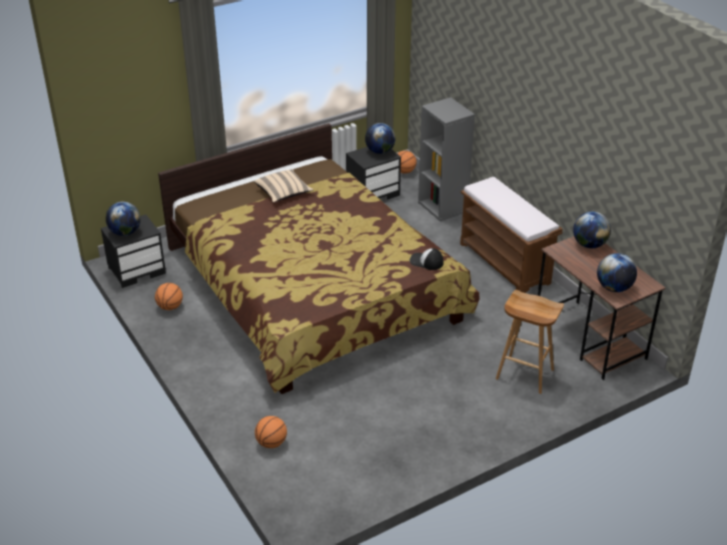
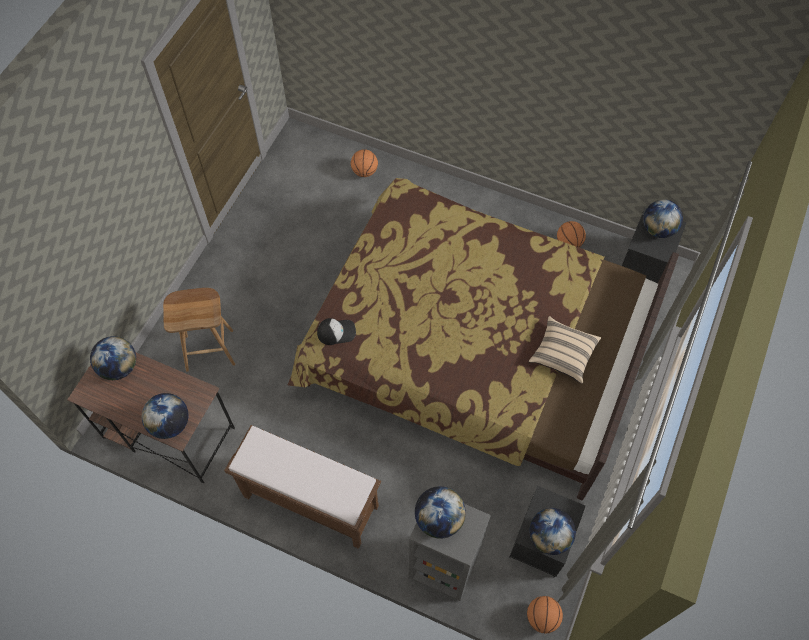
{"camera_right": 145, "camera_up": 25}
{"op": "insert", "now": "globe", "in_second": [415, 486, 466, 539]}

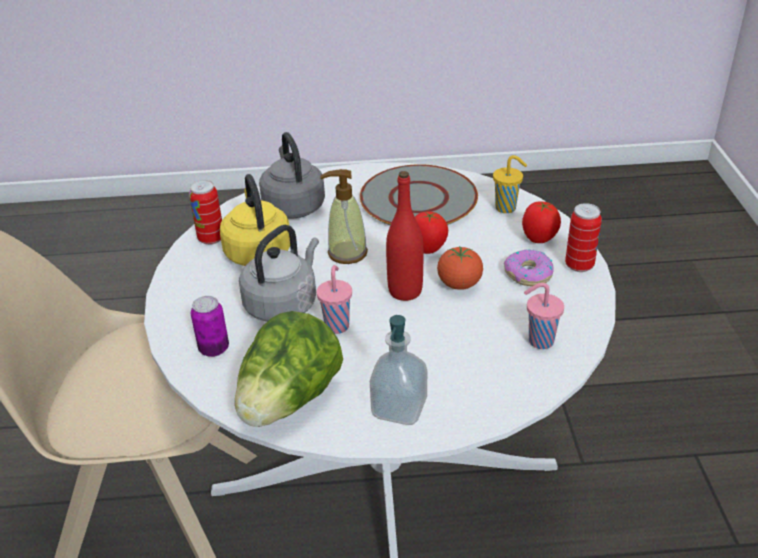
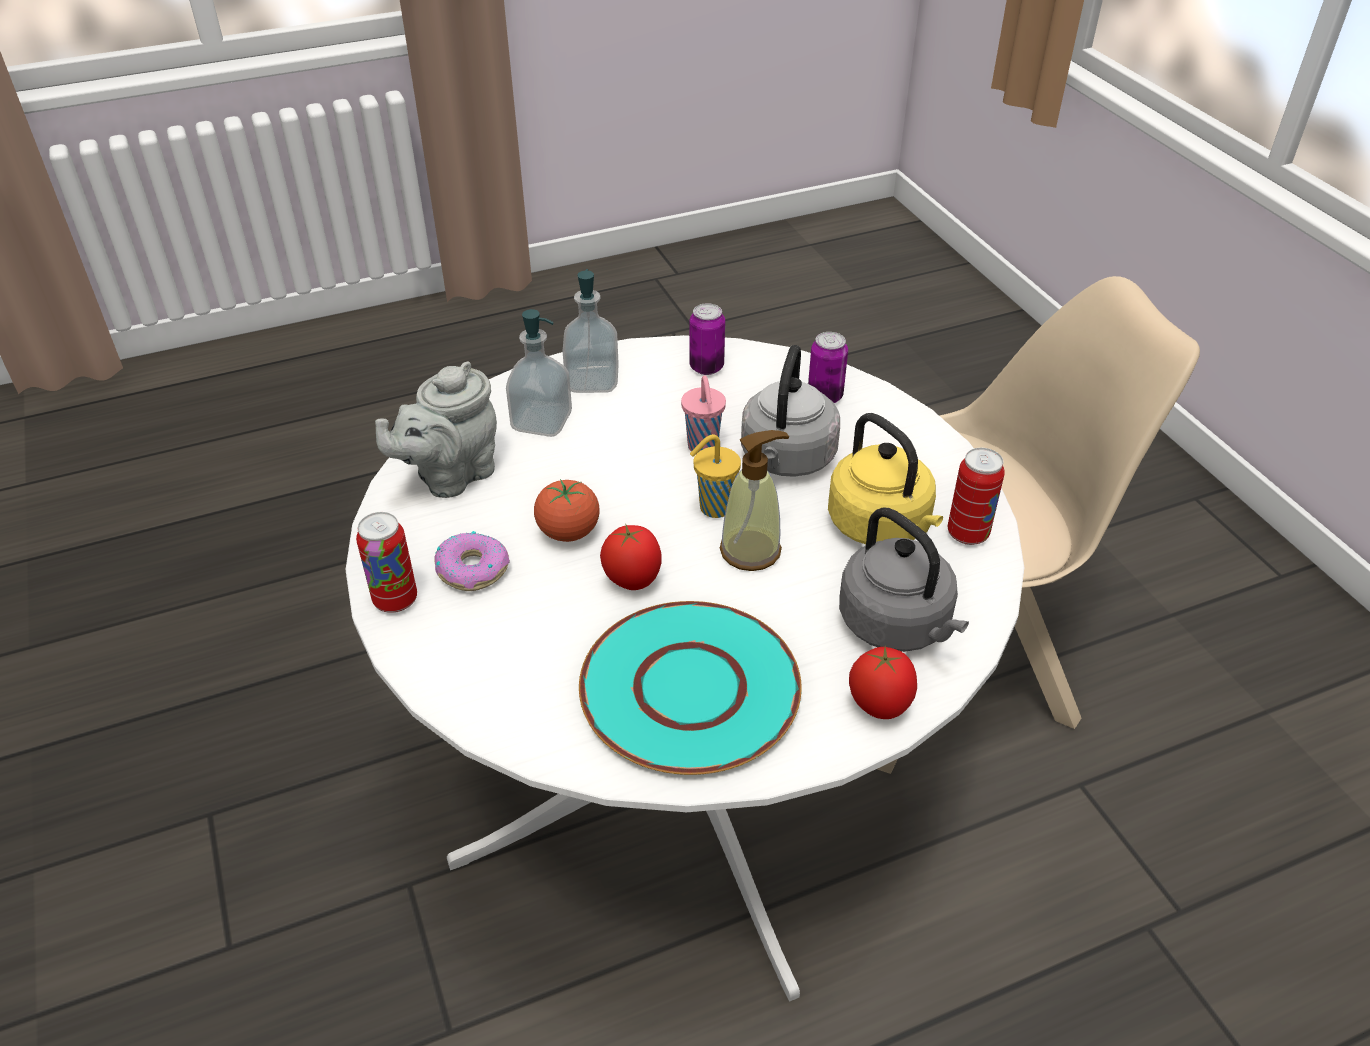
{"camera_right": 160, "camera_up": 5}
{"op": "replace", "was": "pink cup", "now": "grey teapot", "in_first": [524, 283, 564, 349], "in_second": [375, 361, 497, 498]}
{"op": "insert", "now": "soap dispenser", "in_second": [506, 309, 572, 437]}
{"op": "recolor", "was": "grey plate", "now": "turquoise plate", "in_first": [360, 164, 478, 225], "in_second": [579, 601, 802, 775]}
{"op": "replace", "was": "lettuce", "now": "can", "in_first": [235, 311, 343, 427], "in_second": [689, 303, 725, 375]}
{"op": "move", "was": "yellow cup", "in_first": [493, 155, 527, 213], "in_second": [690, 434, 741, 518]}
{"op": "move", "was": "tomato", "in_first": [522, 201, 561, 243], "in_second": [849, 647, 917, 719]}
{"op": "delete", "was": "red bottle", "in_first": [386, 171, 423, 301]}

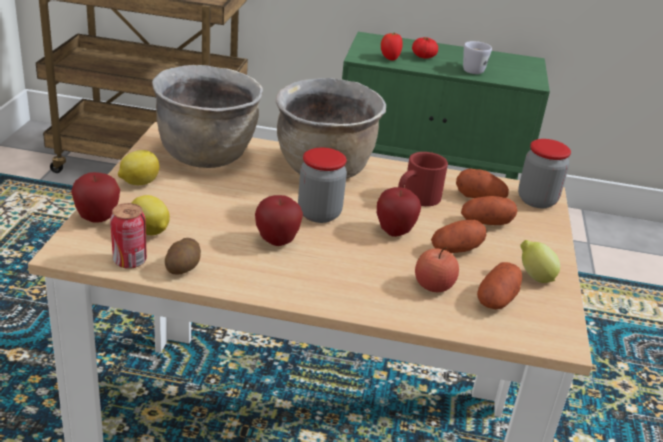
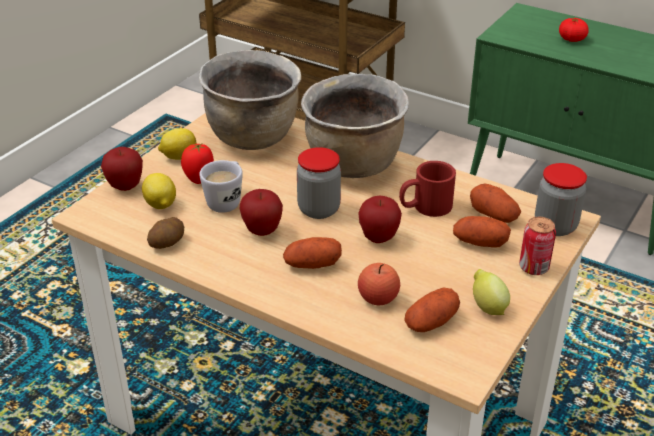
{"camera_right": 25, "camera_up": 5}
{"op": "move", "was": "tomato", "in_first": [381, 33, 403, 61], "in_second": [181, 143, 214, 184]}
{"op": "move", "was": "white mug", "in_first": [463, 41, 492, 74], "in_second": [199, 160, 243, 213]}
{"op": "move", "was": "potato", "in_first": [431, 220, 486, 253], "in_second": [283, 237, 342, 269]}
{"op": "move", "was": "can", "in_first": [110, 203, 147, 269], "in_second": [519, 217, 556, 275]}

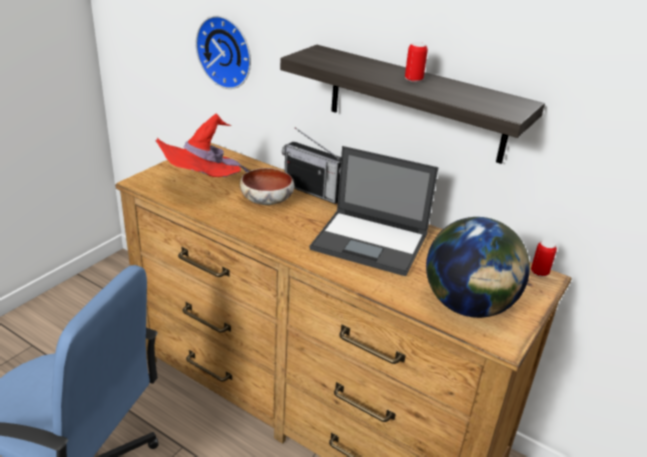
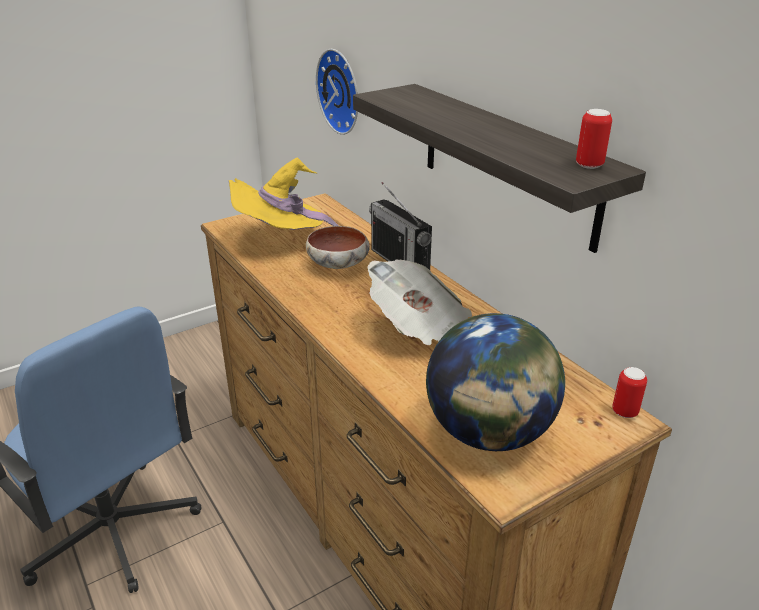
{"camera_right": 25, "camera_up": 0}
{"op": "recolor", "was": "red hat", "now": "yellow hat", "in_first": [155, 114, 249, 177], "in_second": [228, 157, 339, 230]}
{"op": "replace", "was": "laptop", "now": "newspaper", "in_first": [309, 146, 439, 276], "in_second": [367, 259, 472, 345]}
{"op": "move", "was": "can", "in_first": [405, 42, 428, 82], "in_second": [576, 109, 612, 169]}

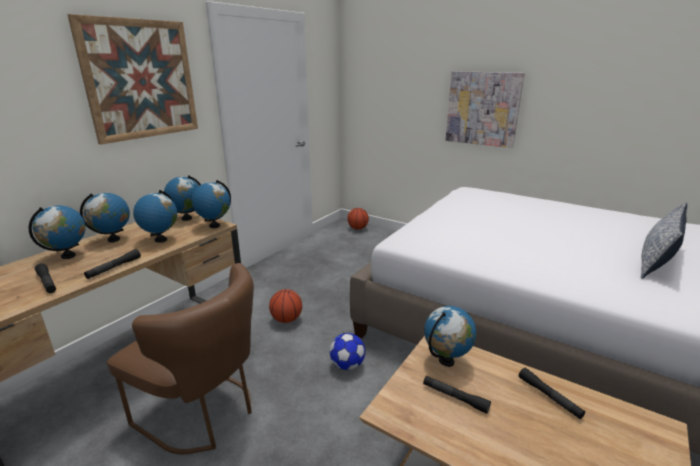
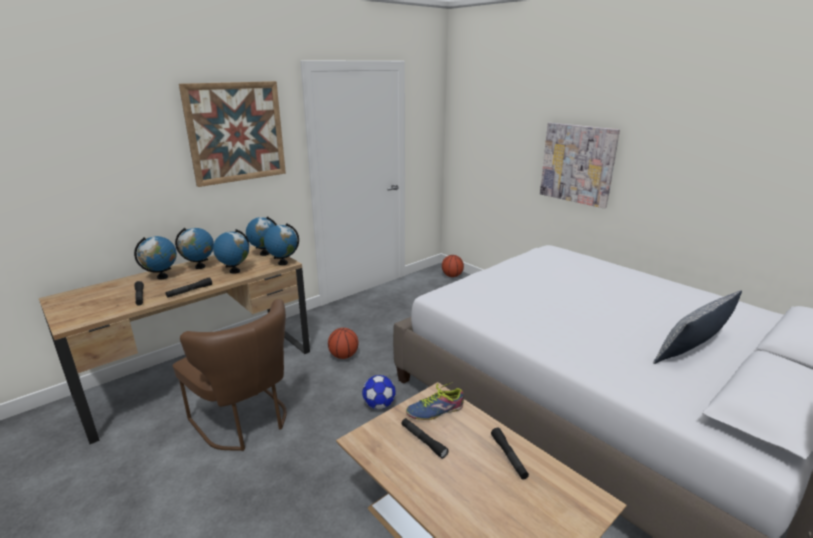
{"camera_right": 15, "camera_up": 0}
{"op": "replace", "was": "globe", "now": "shoe", "in_first": [424, 306, 476, 367], "in_second": [406, 382, 464, 420]}

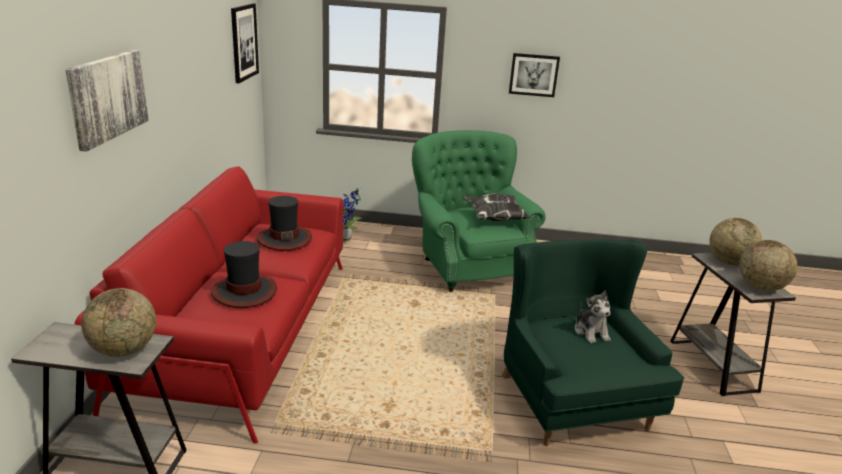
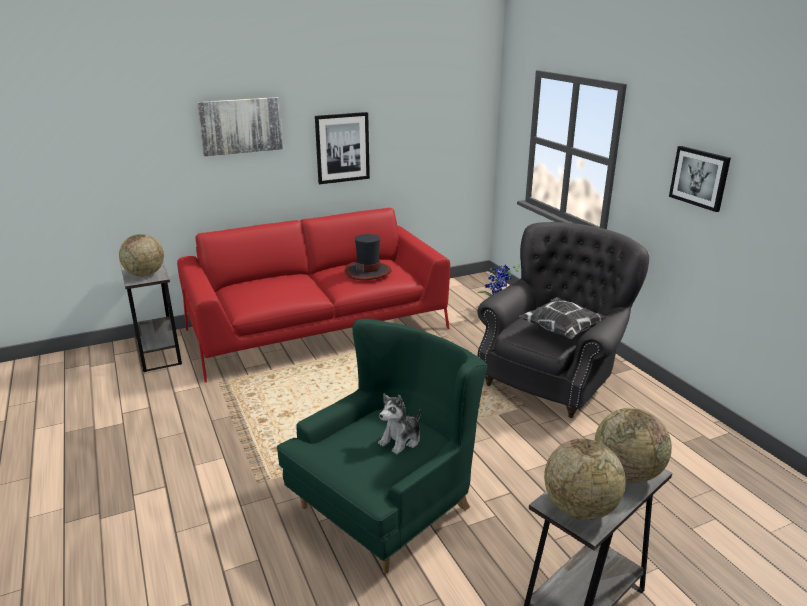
{"camera_right": 60, "camera_up": 0}
{"op": "move", "was": "picture", "in_first": [231, 3, 259, 83], "in_second": [315, 112, 370, 184]}
{"op": "recolor", "was": "green armchair", "now": "grey armchair", "in_first": [412, 130, 546, 292], "in_second": [478, 222, 649, 418]}
{"op": "delete", "was": "hat", "in_first": [211, 241, 277, 308]}

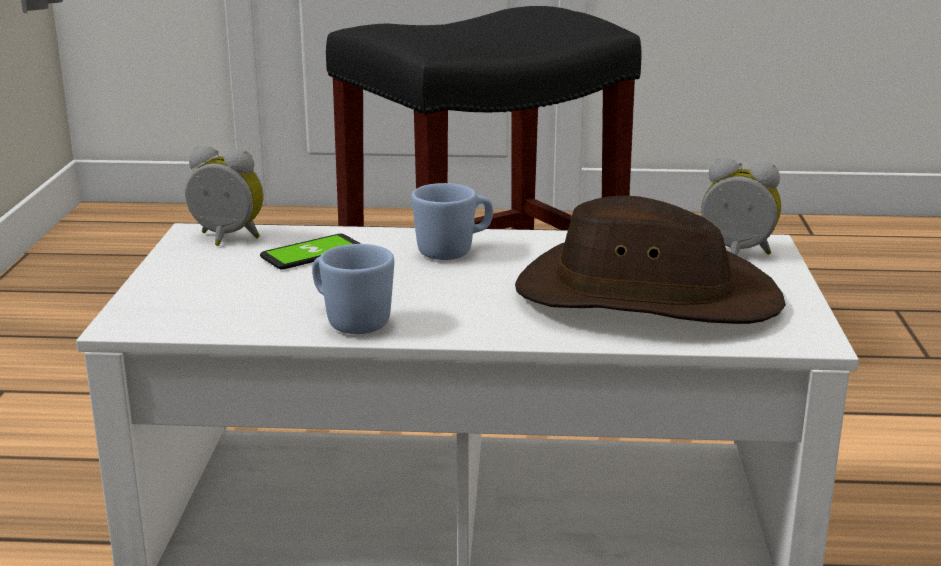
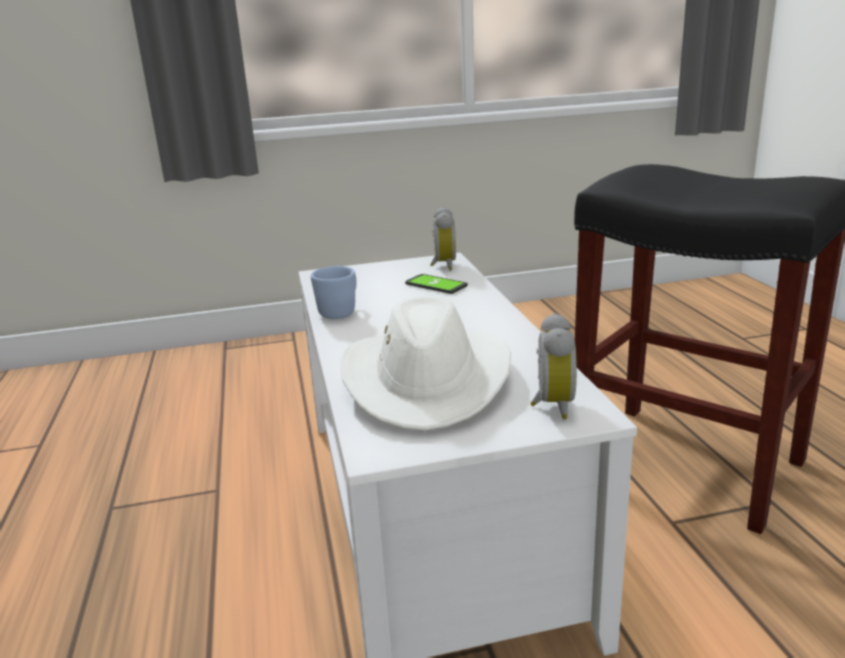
{"camera_right": 75, "camera_up": 0}
{"op": "recolor", "was": "brown hat", "now": "white hat", "in_first": [515, 196, 786, 324], "in_second": [340, 297, 511, 431]}
{"op": "delete", "was": "blue mug", "in_first": [412, 183, 493, 260]}

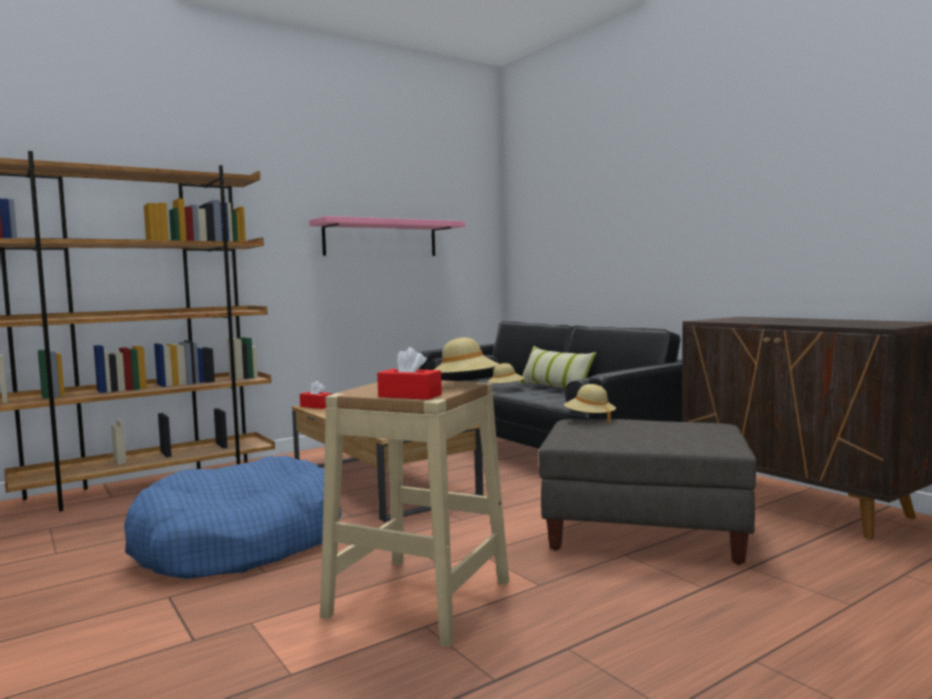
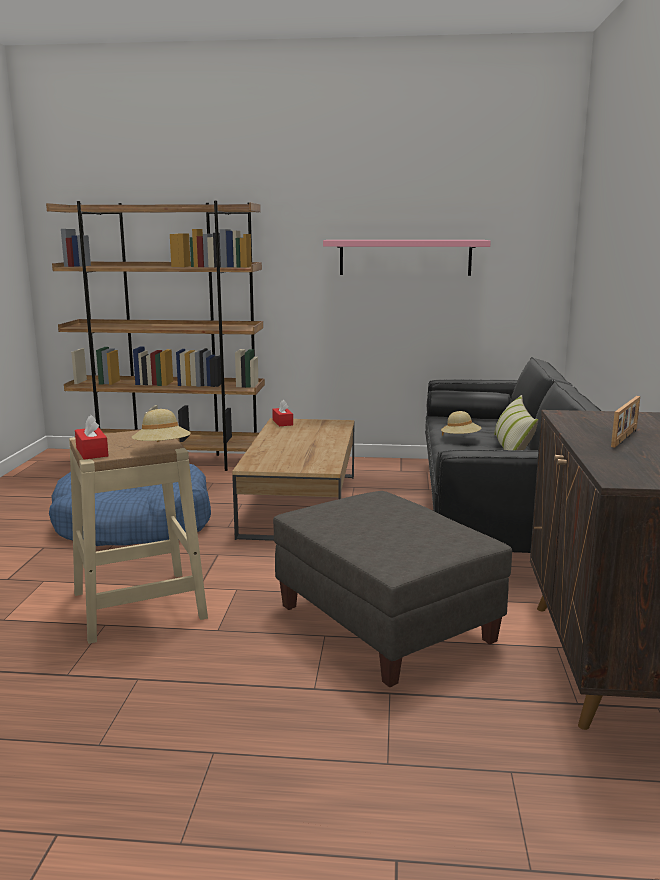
{"camera_right": 40, "camera_up": 10}
{"op": "insert", "now": "picture frame", "in_second": [611, 396, 640, 448]}
{"op": "delete", "was": "beige hat", "in_first": [564, 384, 616, 423]}

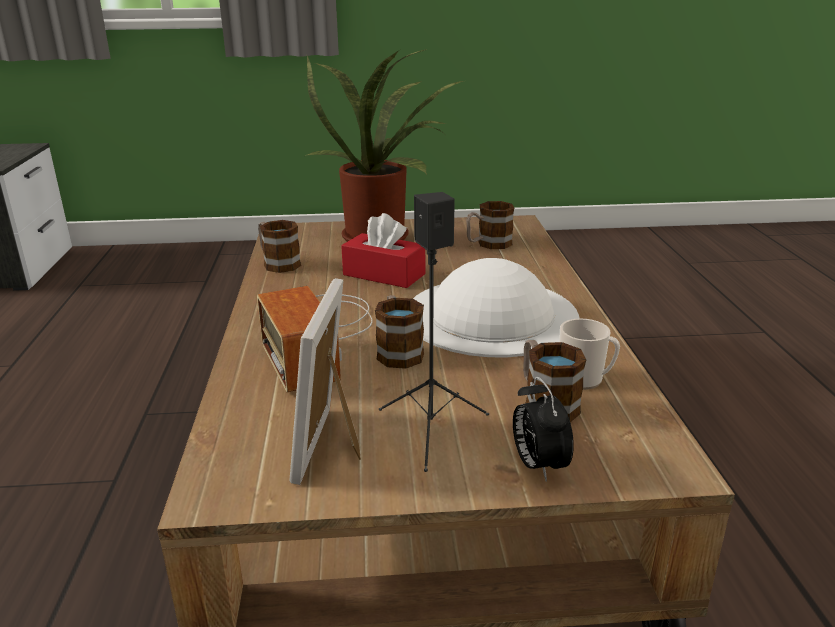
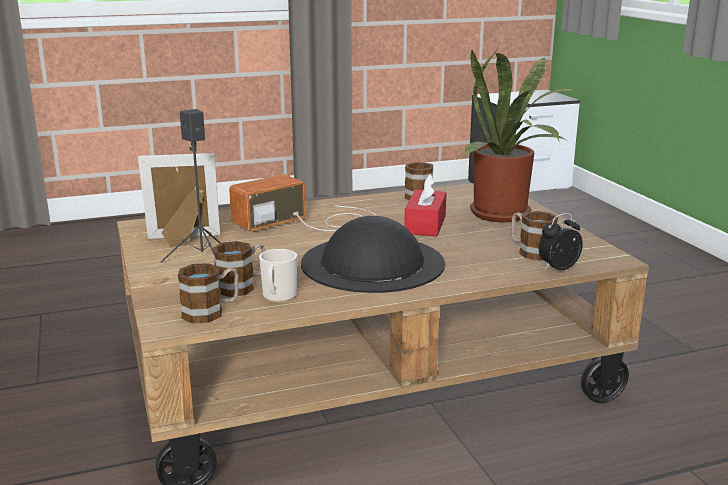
{"camera_right": 75, "camera_up": -5}
{"op": "move", "was": "mug", "in_first": [375, 295, 424, 369], "in_second": [178, 263, 239, 323]}
{"op": "recolor", "was": "white hat", "now": "black hat", "in_first": [413, 258, 579, 357], "in_second": [301, 216, 445, 293]}
{"op": "move", "was": "alarm clock", "in_first": [513, 376, 574, 482], "in_second": [539, 213, 583, 270]}

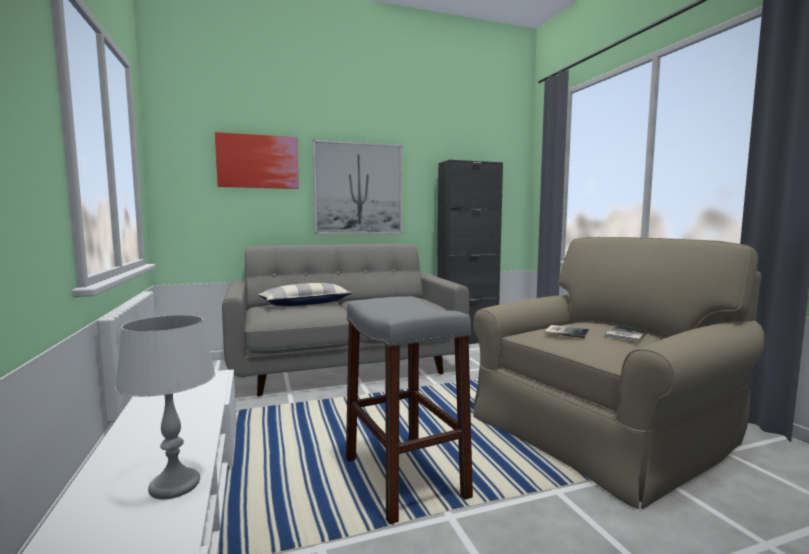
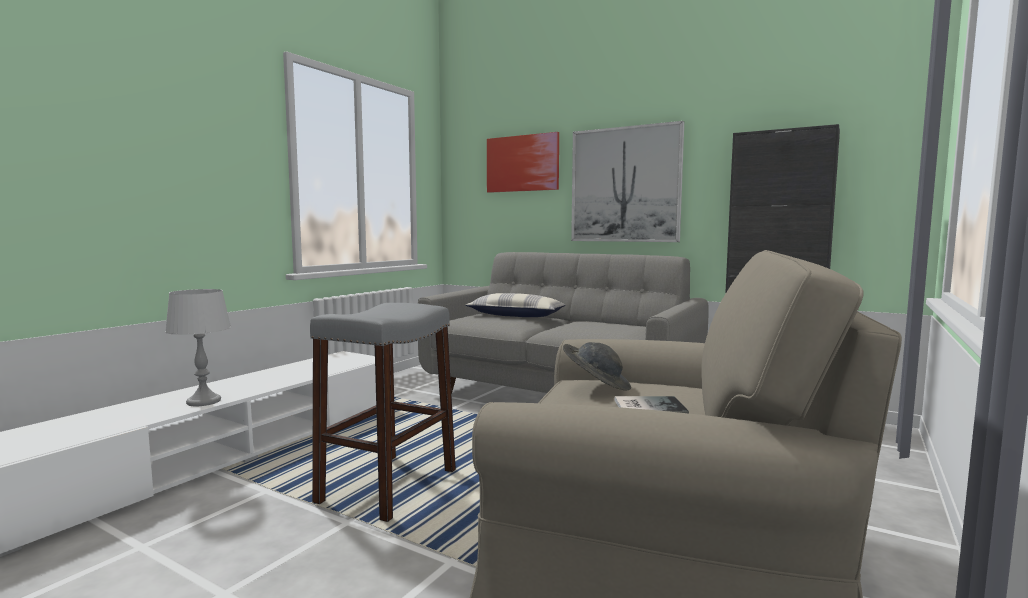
{"camera_right": 50, "camera_up": 0}
{"op": "replace", "was": "book", "now": "grey hat", "in_first": [545, 325, 589, 338], "in_second": [563, 342, 631, 391]}

